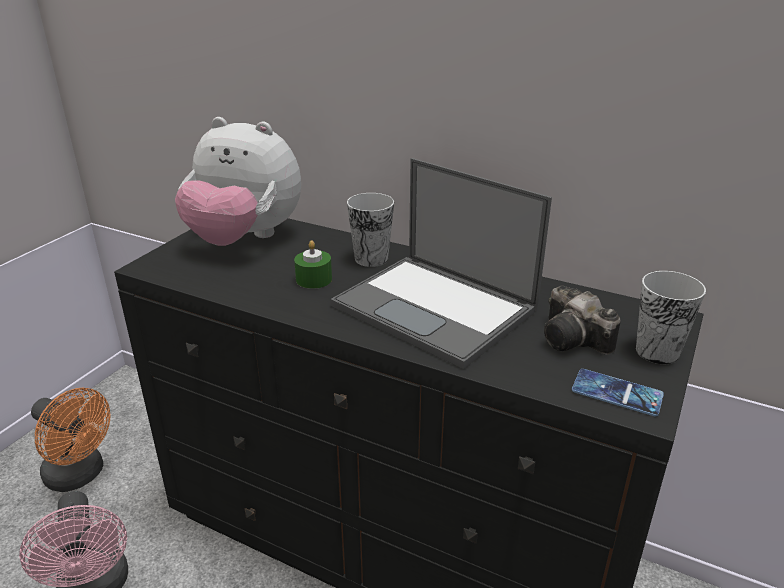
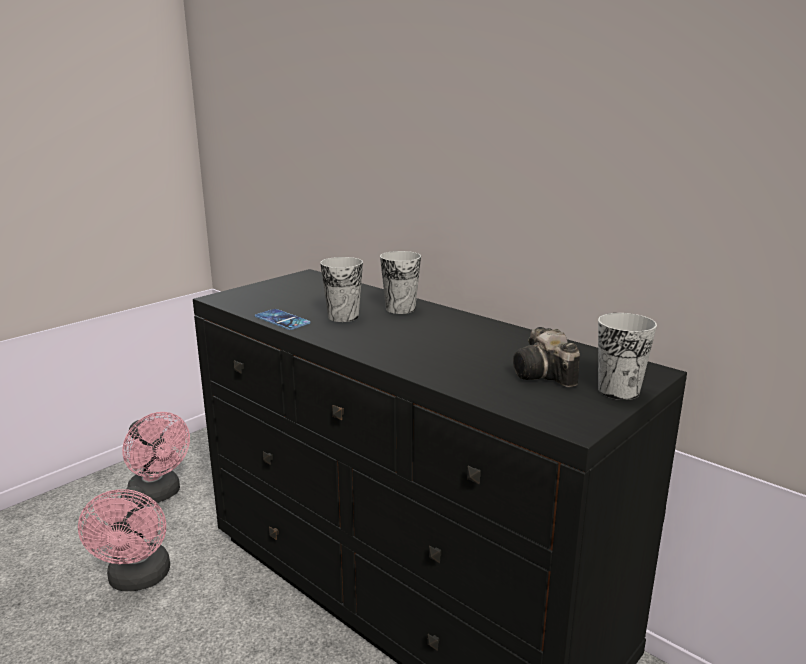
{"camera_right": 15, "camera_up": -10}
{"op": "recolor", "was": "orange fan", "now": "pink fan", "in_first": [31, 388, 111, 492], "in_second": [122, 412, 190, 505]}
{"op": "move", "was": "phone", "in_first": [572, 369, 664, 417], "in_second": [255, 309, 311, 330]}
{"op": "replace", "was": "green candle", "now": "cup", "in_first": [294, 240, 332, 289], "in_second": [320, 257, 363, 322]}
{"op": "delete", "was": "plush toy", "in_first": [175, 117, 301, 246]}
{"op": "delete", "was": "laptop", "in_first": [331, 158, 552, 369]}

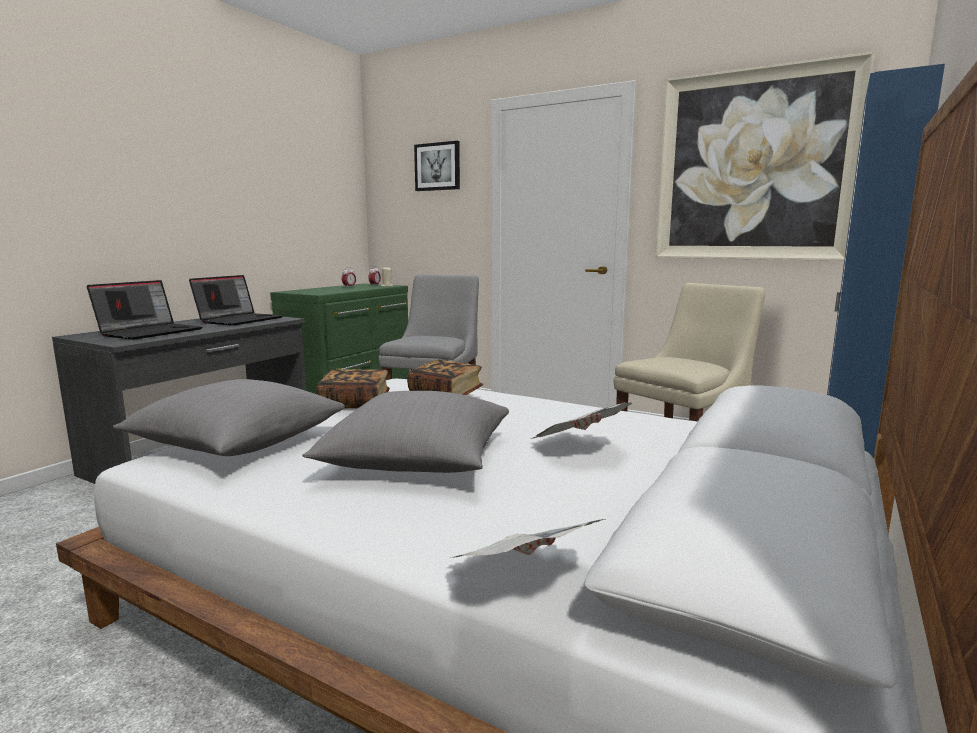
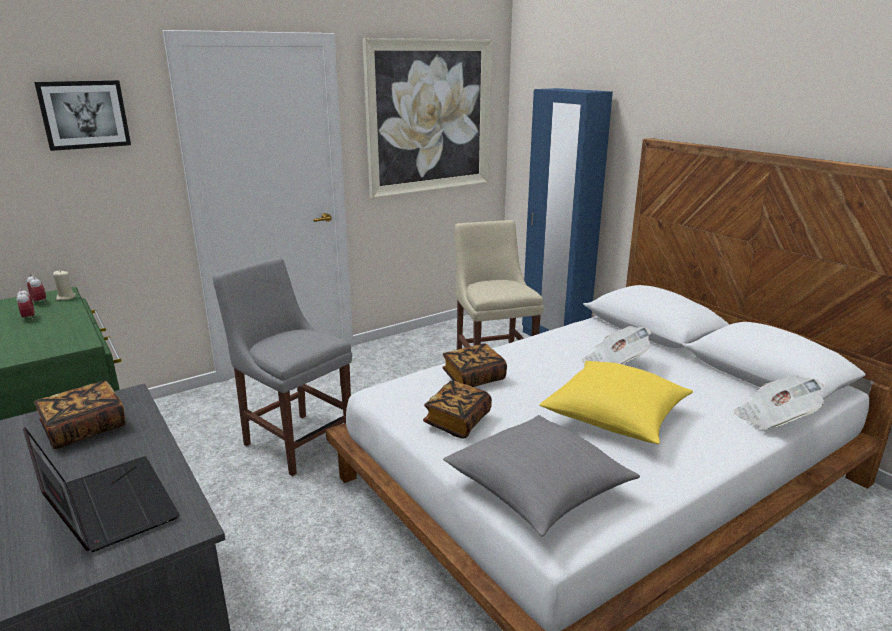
{"camera_right": -65, "camera_up": 10}
{"op": "replace", "was": "laptop", "now": "book", "in_first": [189, 275, 283, 326], "in_second": [34, 380, 126, 449]}
{"op": "recolor", "was": "grey pillow", "now": "yellow pillow", "in_first": [302, 391, 509, 473], "in_second": [539, 361, 693, 444]}

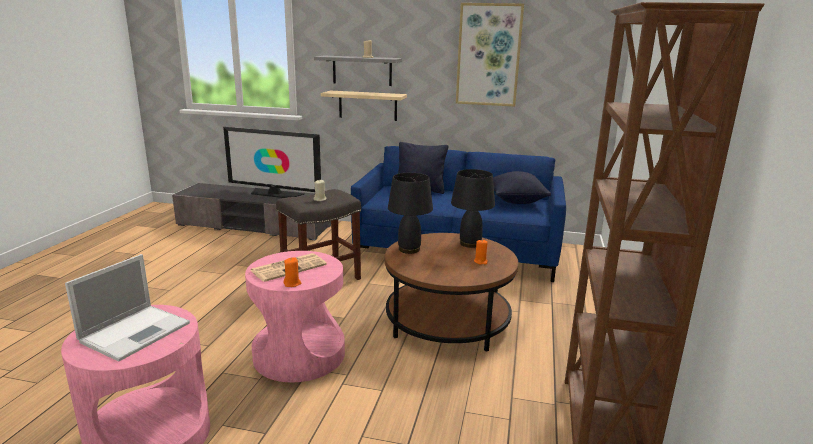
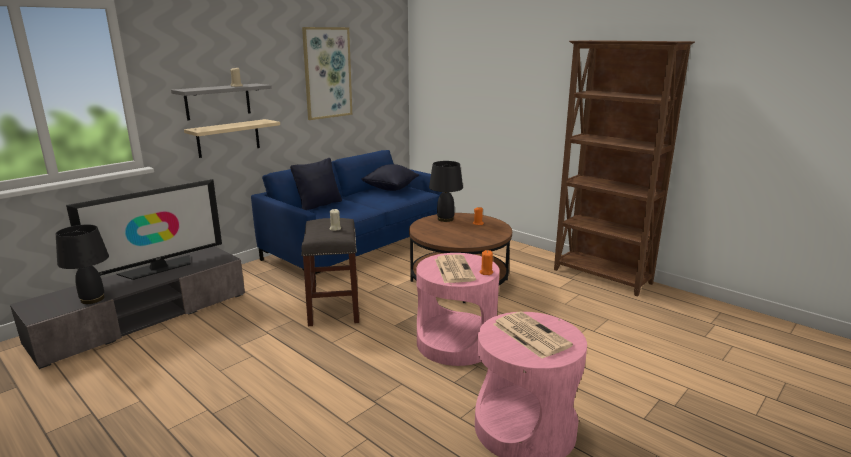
{"camera_right": -60, "camera_up": 0}
{"op": "move", "was": "black table lamp", "in_first": [388, 173, 433, 254], "in_second": [56, 225, 109, 304]}
{"op": "replace", "was": "laptop", "now": "newspaper", "in_first": [65, 254, 190, 362], "in_second": [493, 312, 573, 359]}

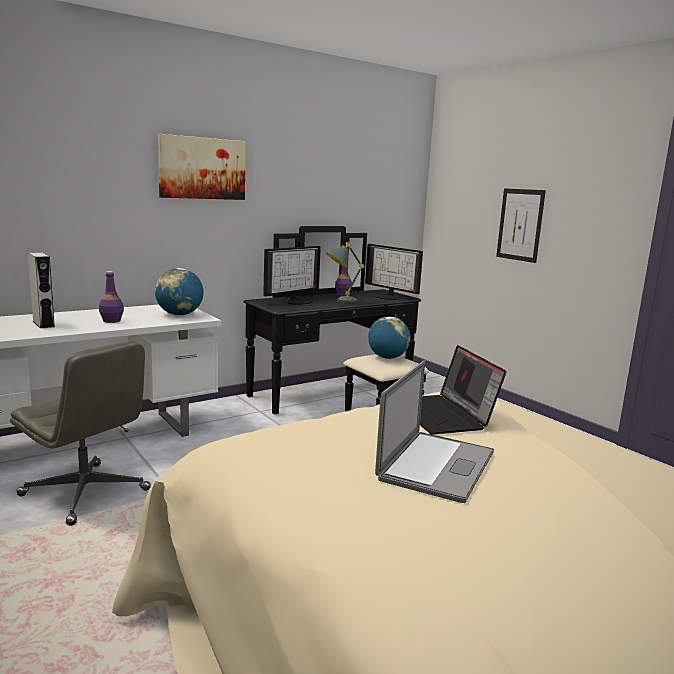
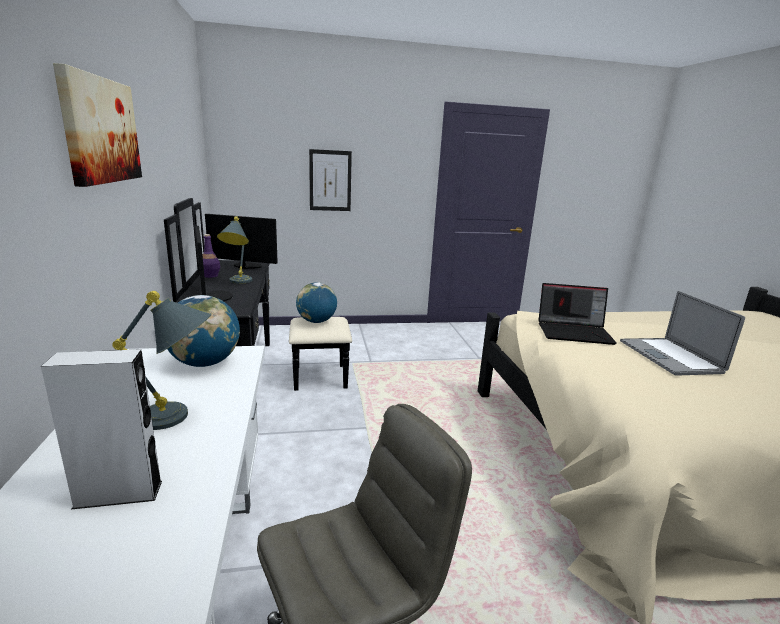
{"camera_right": -65, "camera_up": 5}
{"op": "replace", "was": "purple bottle", "now": "grey table lamp", "in_first": [99, 271, 124, 323], "in_second": [112, 291, 212, 430]}
{"op": "rotate", "was": "monitor", "in_first": [365, 244, 423, 300], "in_second": [205, 214, 278, 269], "clockwise": -150}
{"op": "rotate", "was": "laptop", "in_first": [375, 360, 494, 503], "in_second": [620, 291, 745, 376], "clockwise": -150}

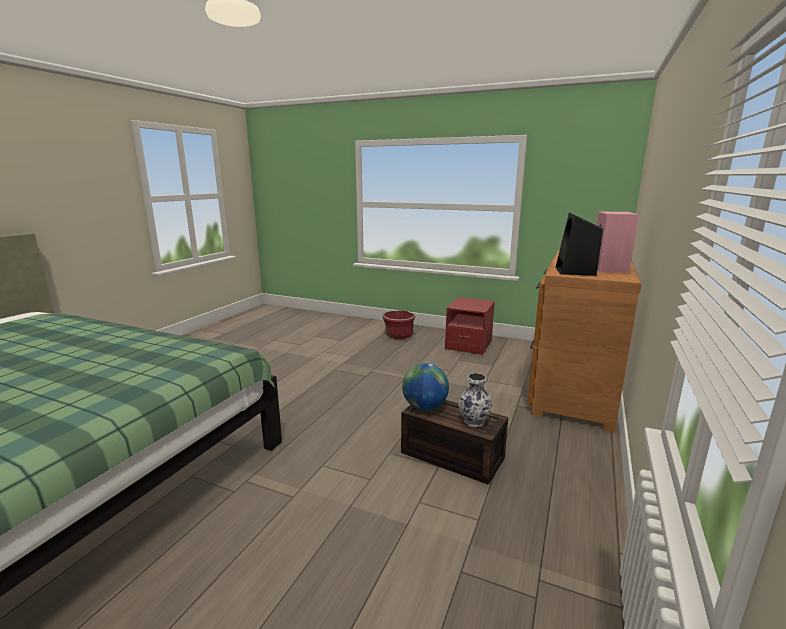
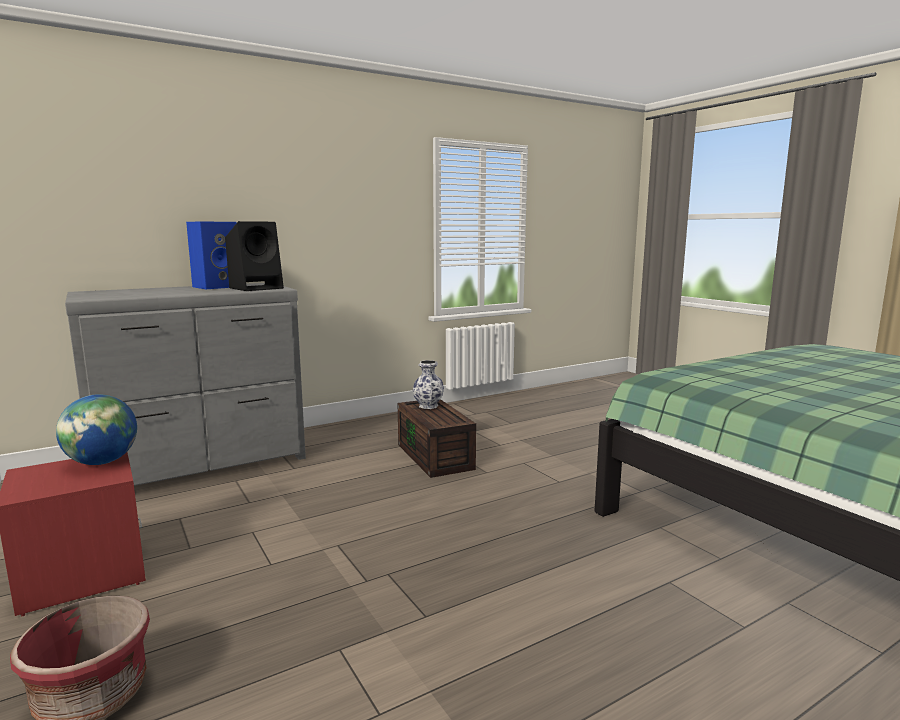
{"camera_right": -145, "camera_up": -5}
{"op": "move", "was": "globe", "in_first": [402, 363, 449, 411], "in_second": [56, 394, 137, 465]}
{"op": "recolor", "was": "brown dresser", "now": "grey dresser", "in_first": [527, 250, 642, 432], "in_second": [65, 283, 306, 486]}
{"op": "recolor", "was": "pink speaker", "now": "blue speaker", "in_first": [596, 211, 639, 273], "in_second": [186, 222, 236, 289]}

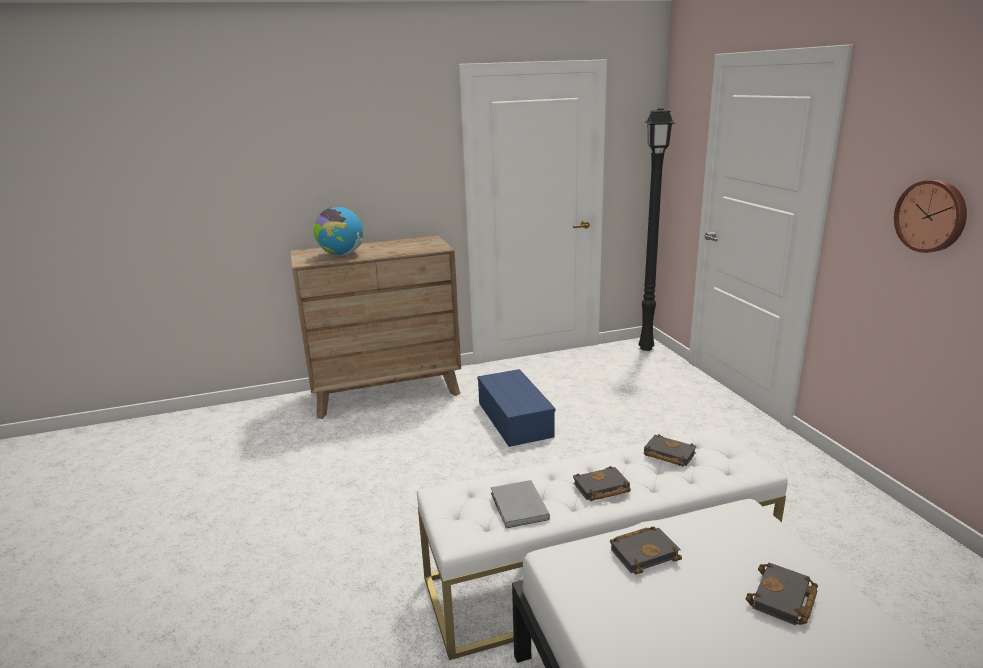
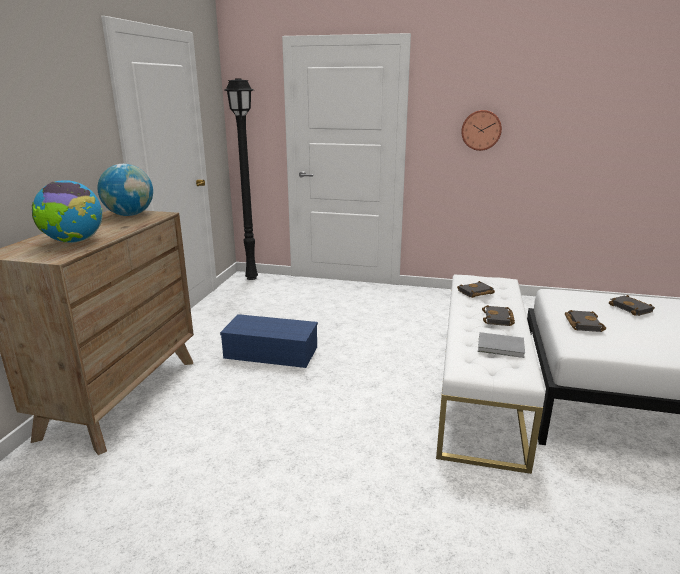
{"camera_right": -60, "camera_up": 0}
{"op": "insert", "now": "globe", "in_second": [97, 164, 153, 216]}

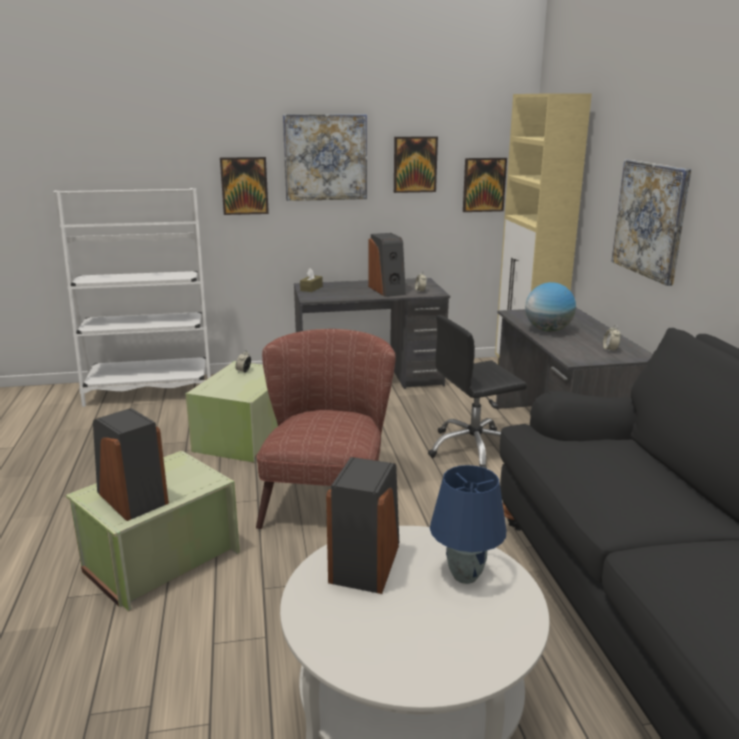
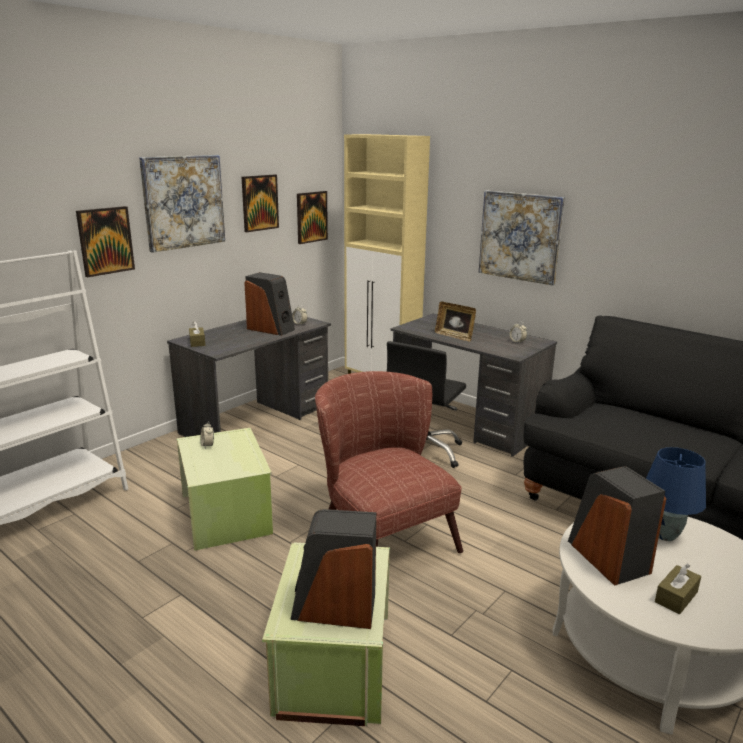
{"camera_right": -40, "camera_up": 0}
{"op": "replace", "was": "globe", "now": "picture frame", "in_first": [525, 282, 576, 332], "in_second": [435, 302, 476, 342]}
{"op": "insert", "now": "brown tissue box", "in_second": [655, 564, 701, 614]}

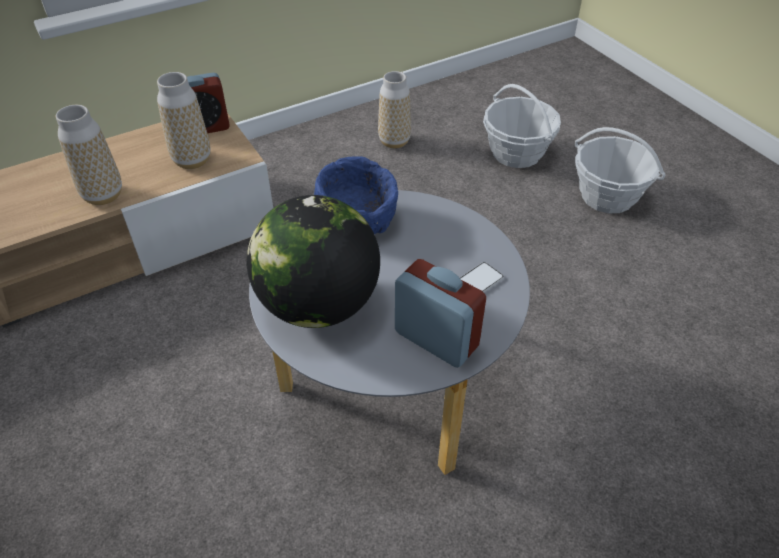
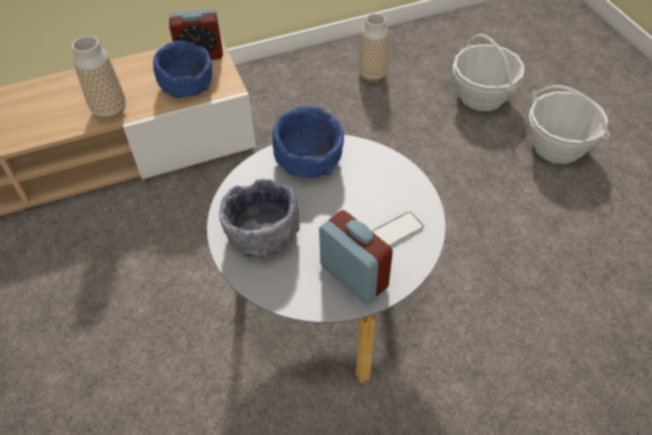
{"camera_right": 10, "camera_up": 5}
{"op": "replace", "was": "vase", "now": "blue bowl", "in_first": [157, 72, 211, 169], "in_second": [153, 40, 212, 98]}
{"op": "replace", "was": "globe", "now": "grey bowl", "in_first": [247, 195, 380, 328], "in_second": [219, 179, 300, 258]}

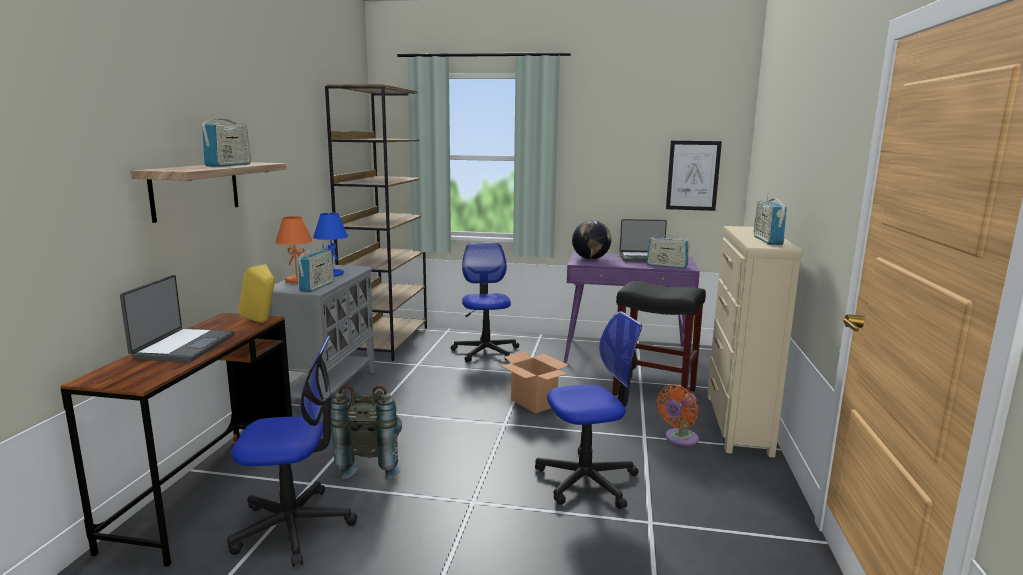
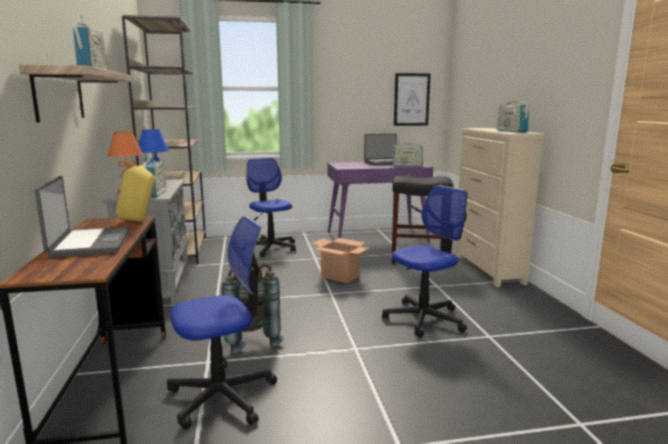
{"camera_right": -20, "camera_up": 0}
{"op": "delete", "was": "globe", "in_first": [572, 220, 611, 259]}
{"op": "delete", "was": "orange fan", "in_first": [657, 385, 699, 446]}

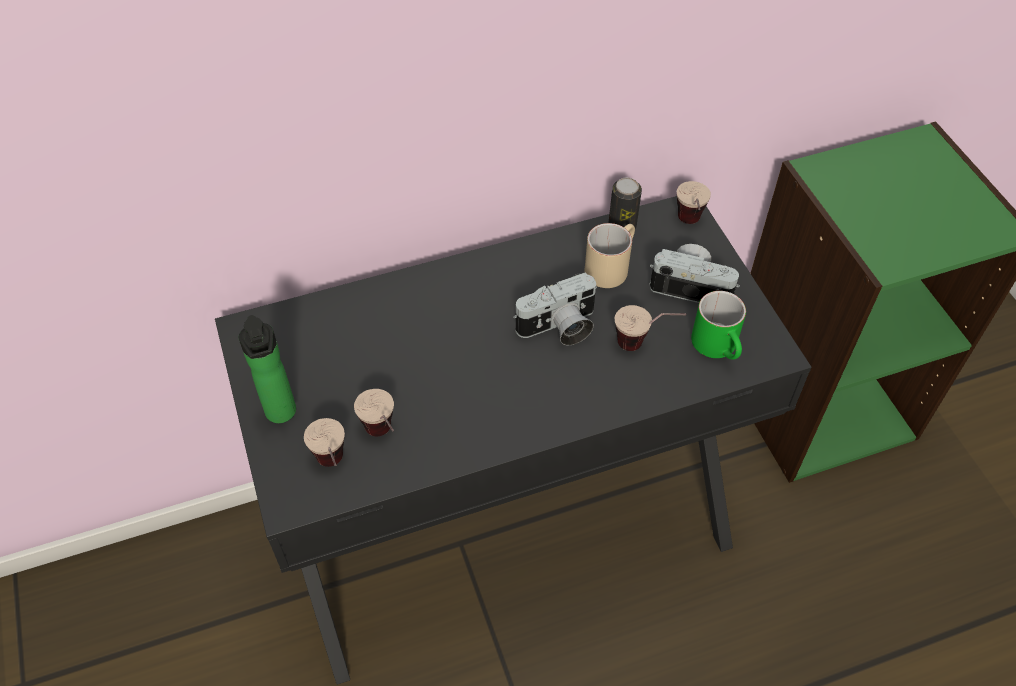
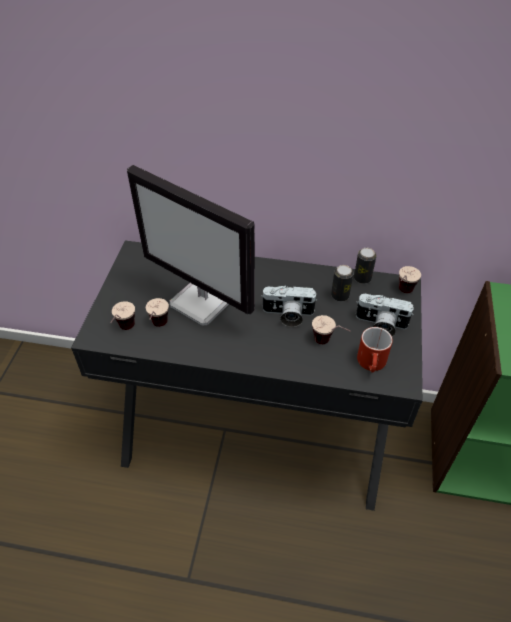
{"camera_right": 30, "camera_up": -5}
{"op": "insert", "now": "monitor", "in_second": [127, 165, 255, 326]}
{"op": "replace", "was": "beige mug", "now": "can", "in_first": [585, 223, 635, 288], "in_second": [331, 265, 354, 301]}
{"op": "rotate", "was": "photo camera", "in_first": [650, 244, 740, 303], "in_second": [356, 294, 414, 337], "clockwise": 150}
{"op": "recolor", "was": "green mug", "now": "red mug", "in_first": [691, 291, 746, 359], "in_second": [357, 327, 393, 373]}
{"op": "delete", "was": "bottle", "in_first": [239, 315, 296, 423]}

